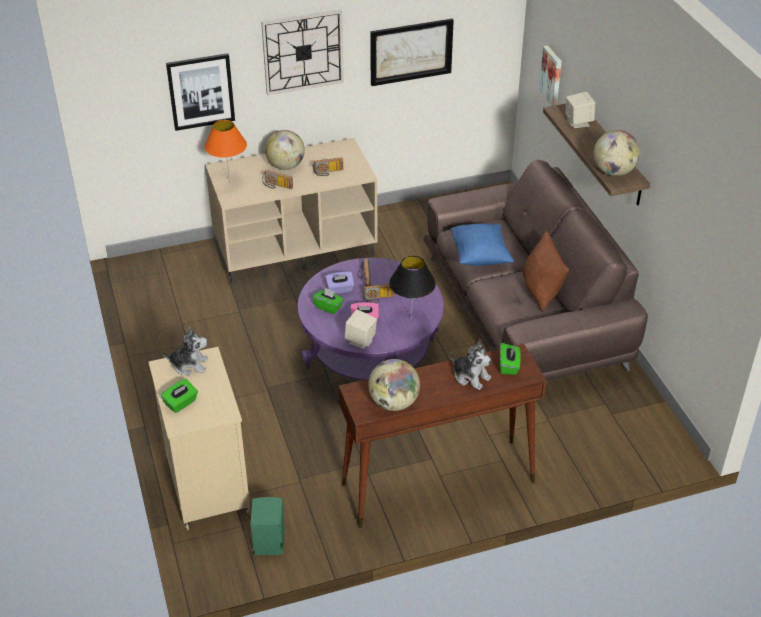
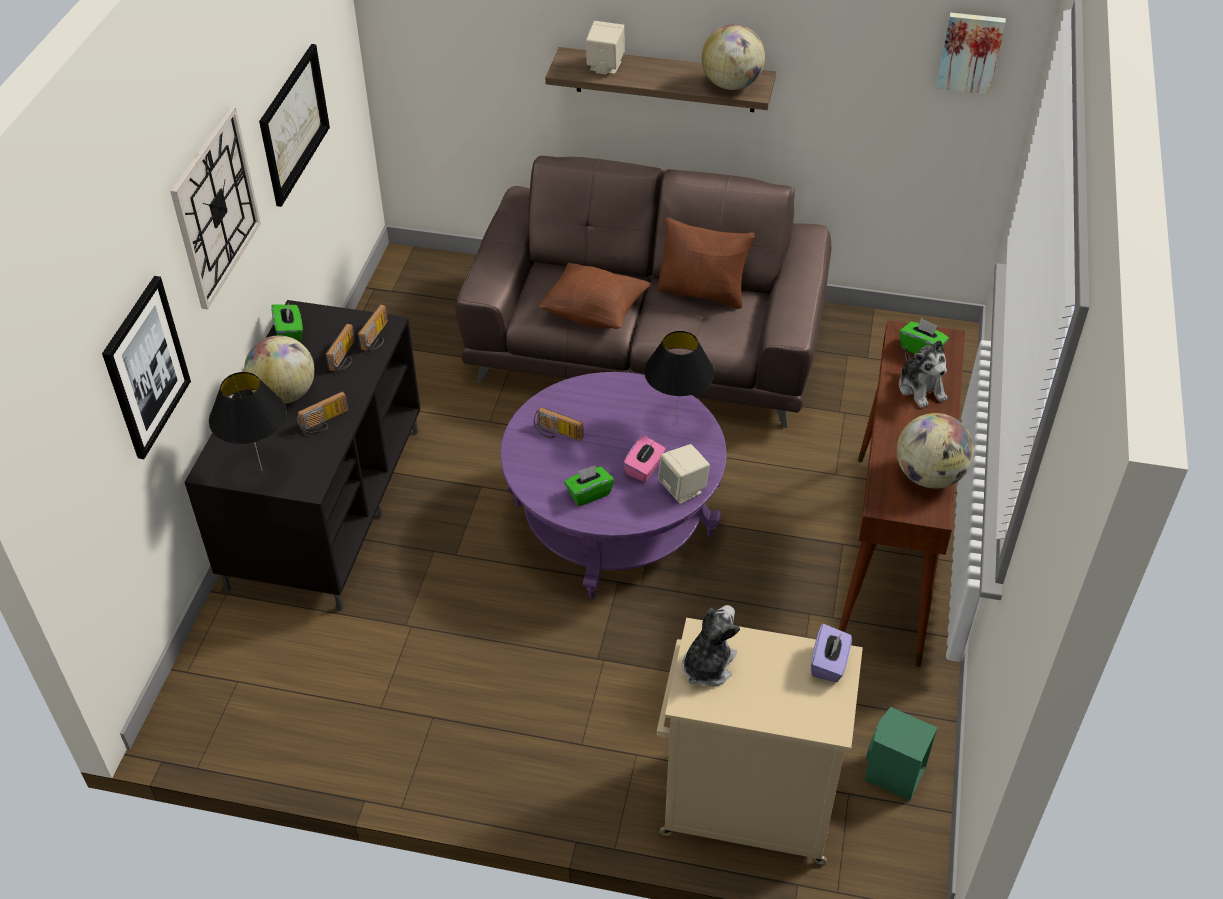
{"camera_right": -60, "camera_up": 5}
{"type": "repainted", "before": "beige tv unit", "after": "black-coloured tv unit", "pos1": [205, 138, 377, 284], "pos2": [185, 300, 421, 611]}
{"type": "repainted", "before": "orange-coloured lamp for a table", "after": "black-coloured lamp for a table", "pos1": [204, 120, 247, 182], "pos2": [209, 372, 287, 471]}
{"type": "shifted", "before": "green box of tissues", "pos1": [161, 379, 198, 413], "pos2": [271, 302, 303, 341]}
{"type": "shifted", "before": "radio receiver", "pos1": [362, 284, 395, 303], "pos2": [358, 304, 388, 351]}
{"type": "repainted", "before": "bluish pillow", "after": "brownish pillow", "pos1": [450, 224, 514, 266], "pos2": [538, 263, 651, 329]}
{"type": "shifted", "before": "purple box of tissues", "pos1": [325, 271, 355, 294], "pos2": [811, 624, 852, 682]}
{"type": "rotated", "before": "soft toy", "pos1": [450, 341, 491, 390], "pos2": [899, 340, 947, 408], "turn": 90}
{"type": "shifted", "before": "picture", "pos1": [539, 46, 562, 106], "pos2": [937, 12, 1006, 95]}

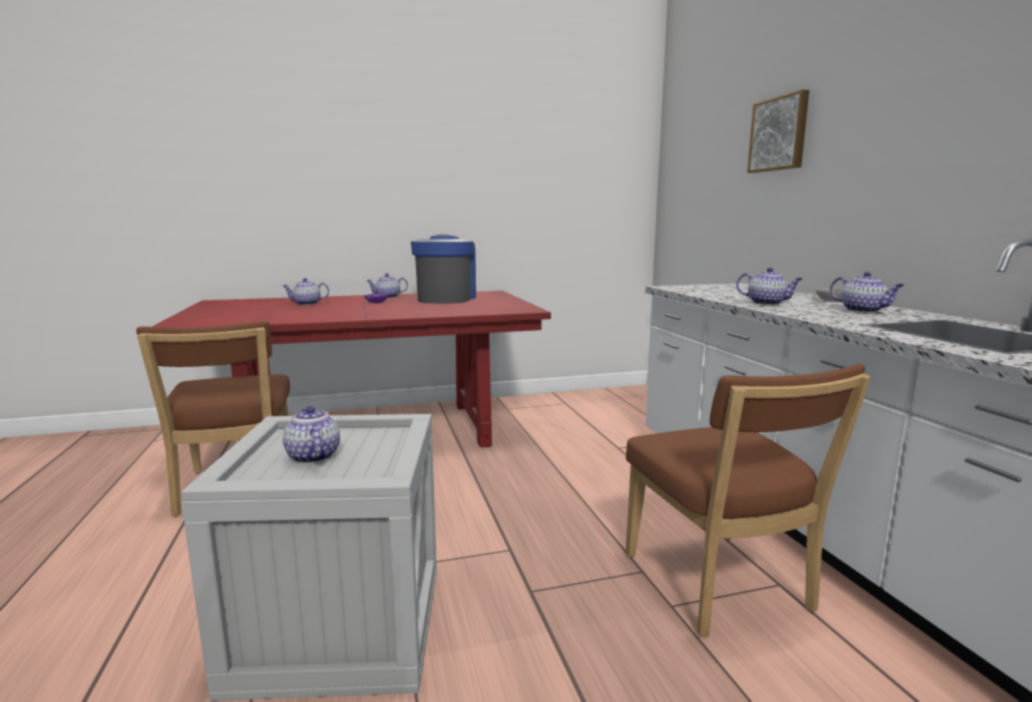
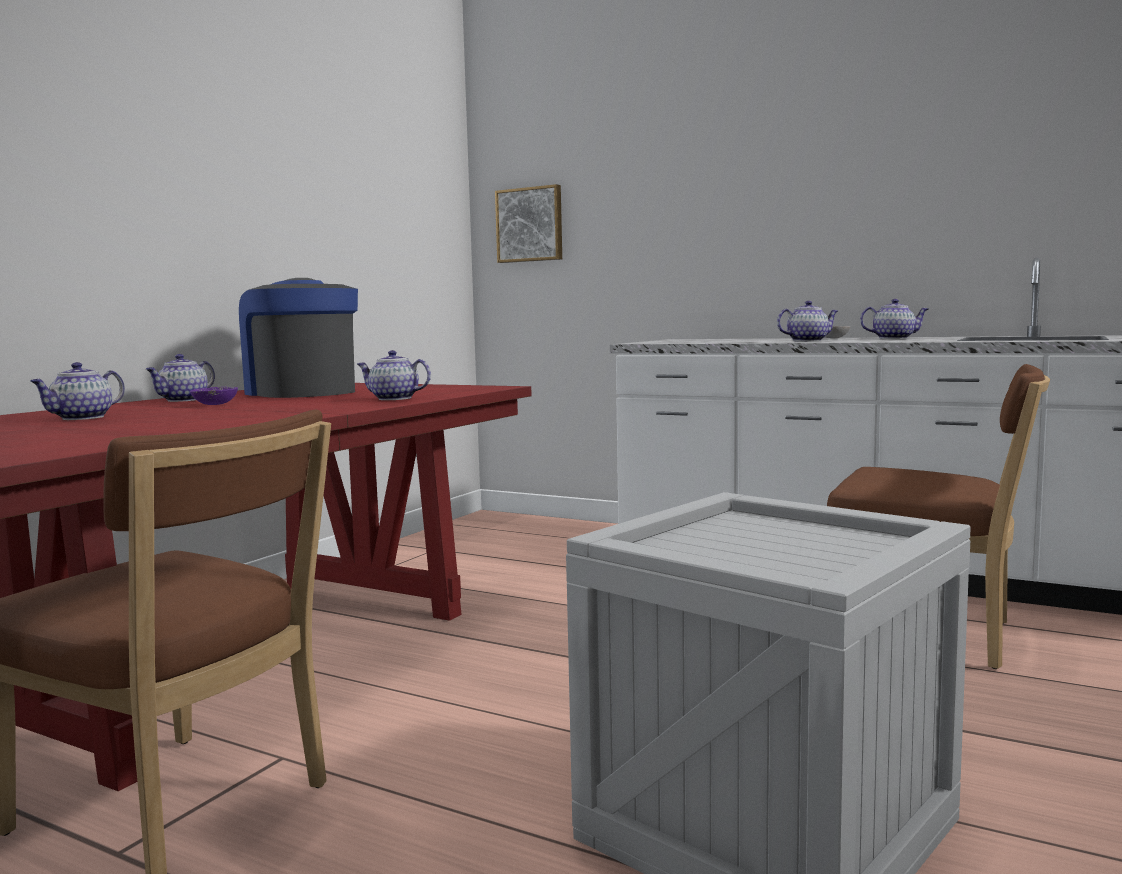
{"camera_right": -45, "camera_up": -5}
{"type": "shifted", "before": "tea pot", "pos1": [283, 406, 340, 464], "pos2": [357, 350, 431, 400]}
{"type": "shifted", "before": "picture", "pos1": [747, 90, 809, 173], "pos2": [495, 184, 562, 263]}

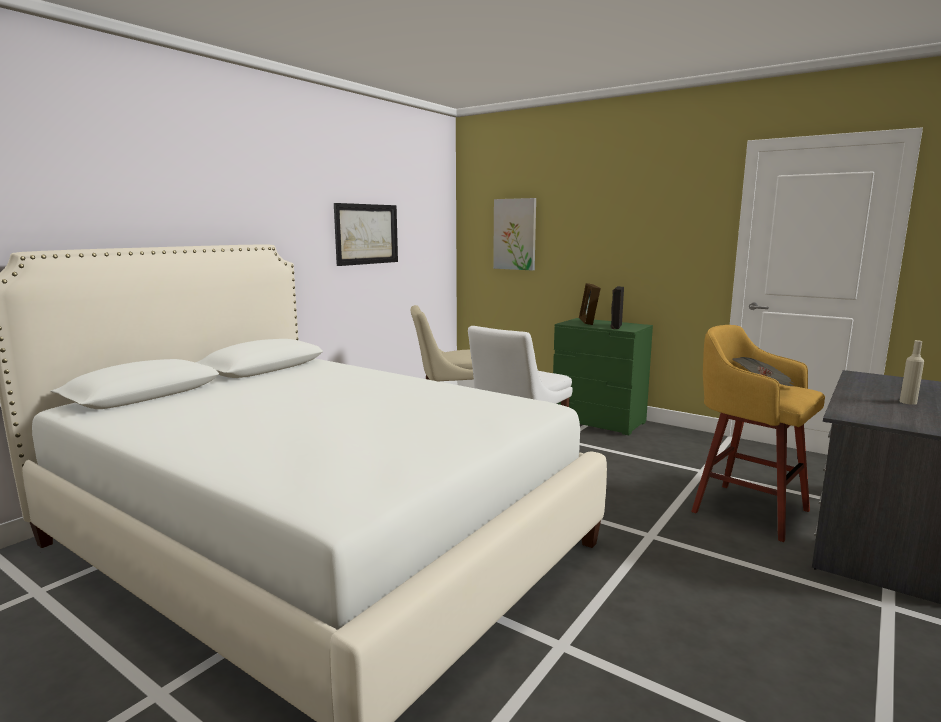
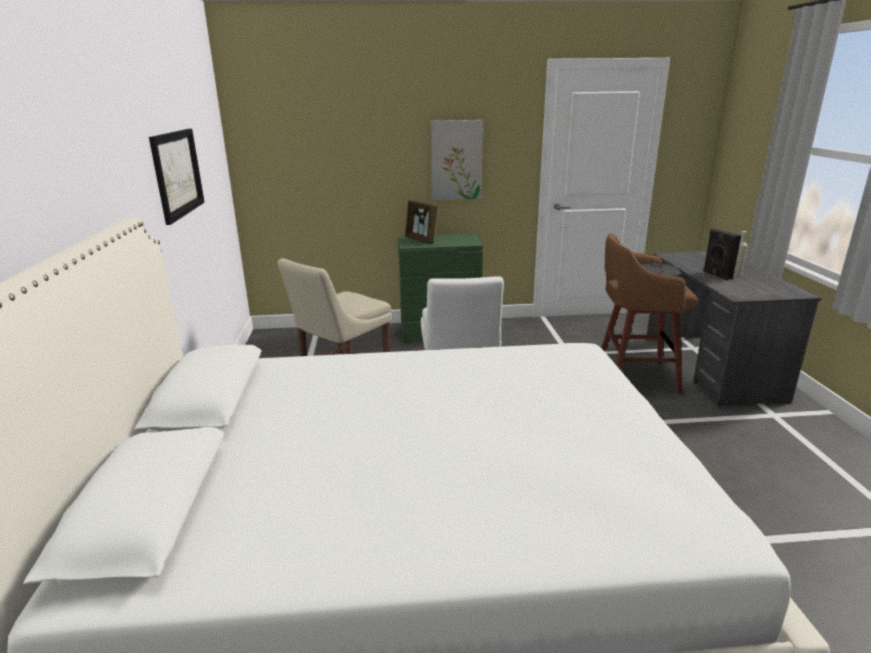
{"camera_right": -40, "camera_up": 10}
{"type": "shifted", "before": "picture", "pos1": [493, 198, 536, 271], "pos2": [430, 120, 483, 200]}
{"type": "repainted", "before": "yellow-coloured sitting stool", "after": "brownish sitting stool", "pos1": [691, 325, 825, 542], "pos2": [601, 233, 698, 394]}
{"type": "shifted", "before": "black-coloured audio speaker", "pos1": [611, 286, 624, 329], "pos2": [703, 229, 742, 280]}

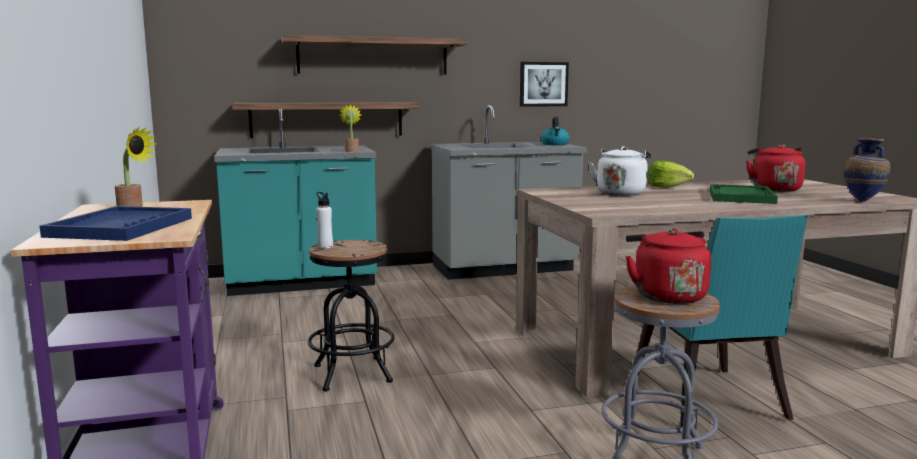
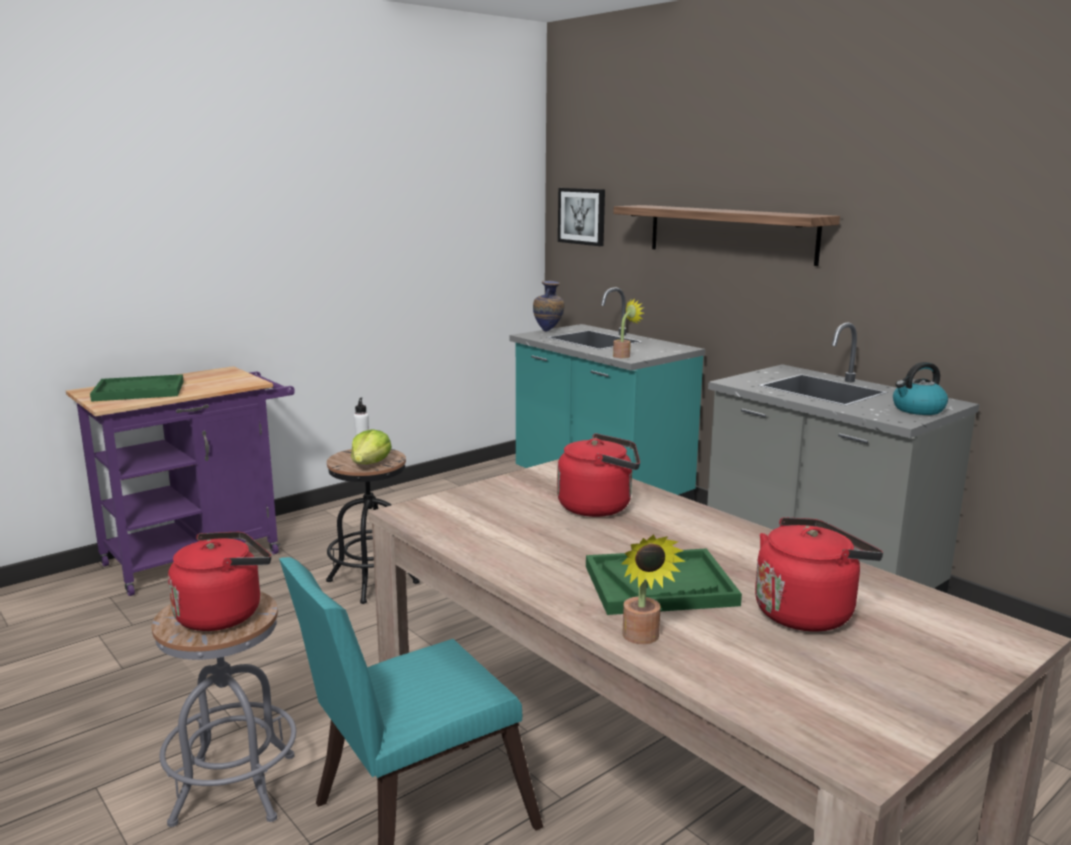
{"camera_right": 65, "camera_up": 5}
{"type": "repainted", "before": "bluish serving tray", "after": "green serving tray", "pos1": [40, 206, 192, 241], "pos2": [90, 374, 184, 402]}
{"type": "shifted", "before": "lettuce", "pos1": [647, 161, 694, 188], "pos2": [351, 429, 392, 464]}
{"type": "shifted", "before": "vase", "pos1": [844, 138, 891, 202], "pos2": [533, 281, 564, 331]}
{"type": "repainted", "before": "white kettle", "after": "red-coloured kettle", "pos1": [588, 146, 651, 196], "pos2": [557, 433, 640, 517]}
{"type": "shifted", "before": "picture", "pos1": [520, 62, 569, 107], "pos2": [558, 188, 605, 246]}
{"type": "shifted", "before": "plant in a pot", "pos1": [115, 126, 156, 207], "pos2": [621, 535, 686, 644]}
{"type": "gone", "before": "wall shelf", "pos1": [233, 102, 420, 138]}

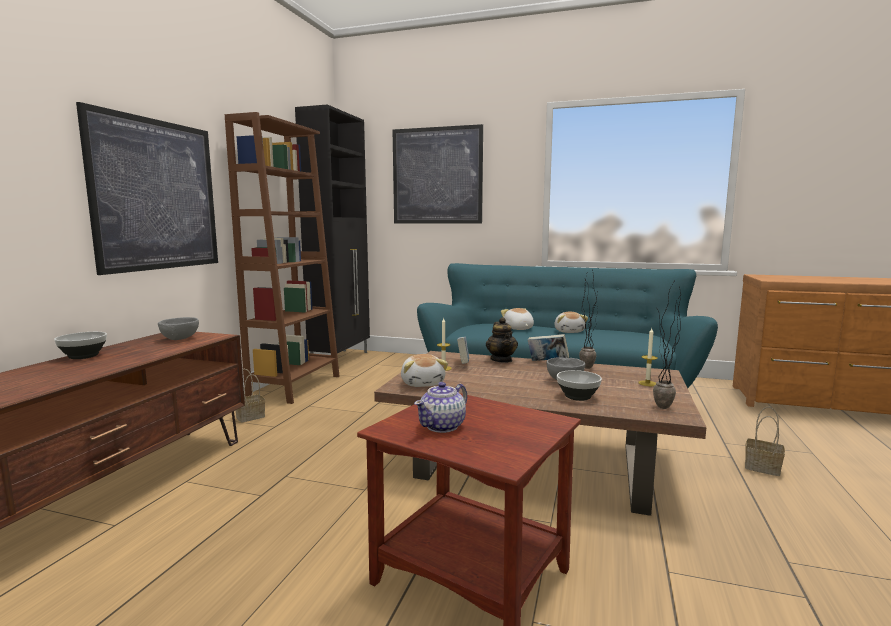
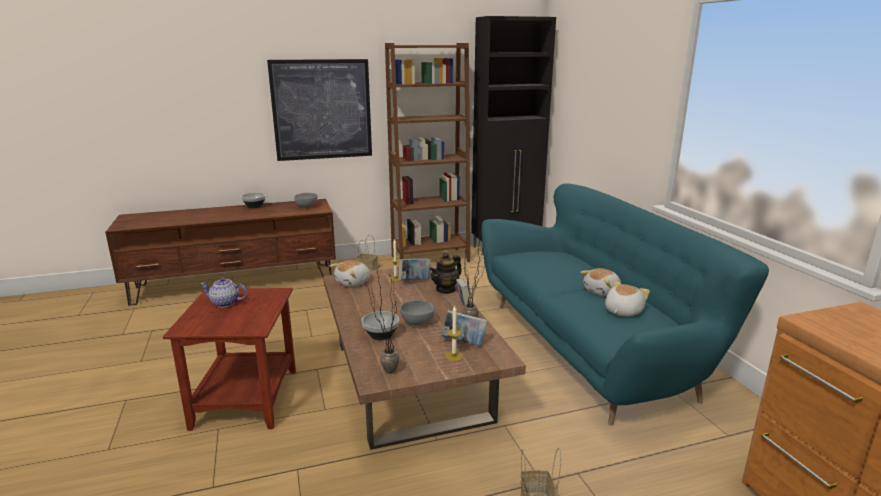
{"camera_right": 55, "camera_up": 10}
{"type": "new", "after": "bound book", "pos2": [442, 310, 487, 346]}
{"type": "shifted", "before": "soft toy", "pos1": [501, 308, 534, 330], "pos2": [605, 281, 650, 317]}
{"type": "gone", "before": "picture", "pos1": [393, 124, 483, 224]}

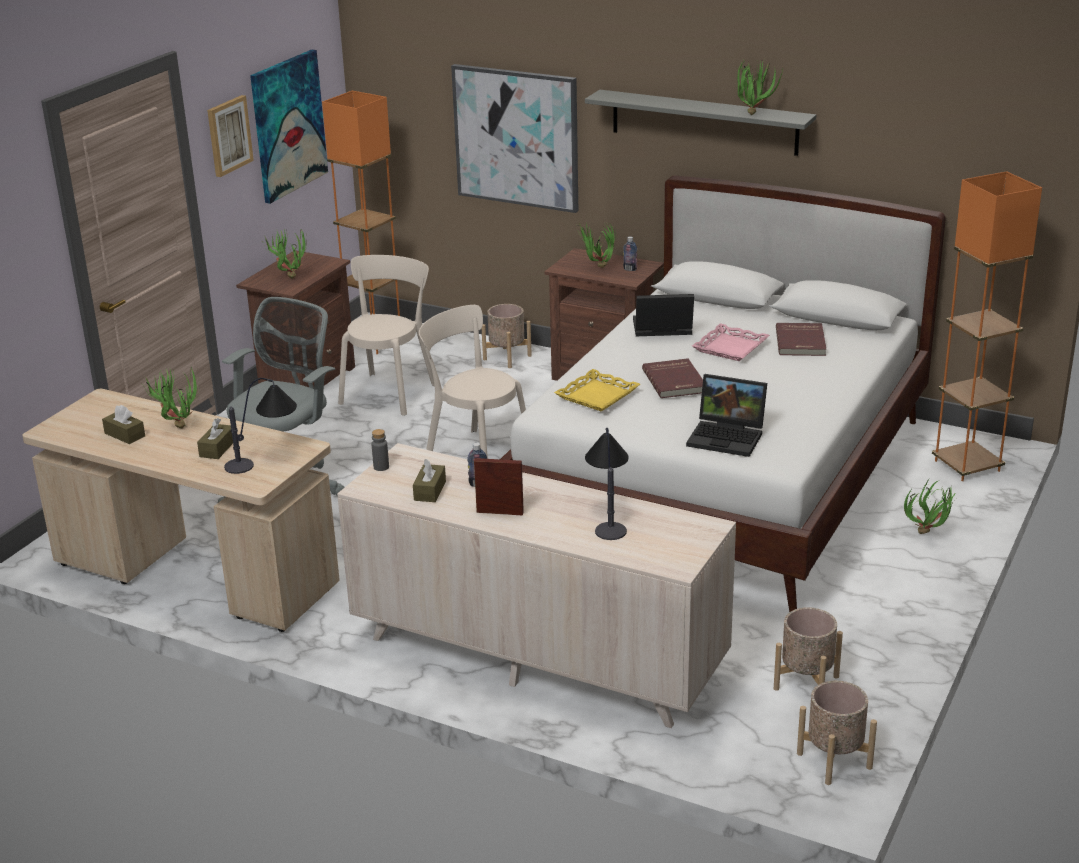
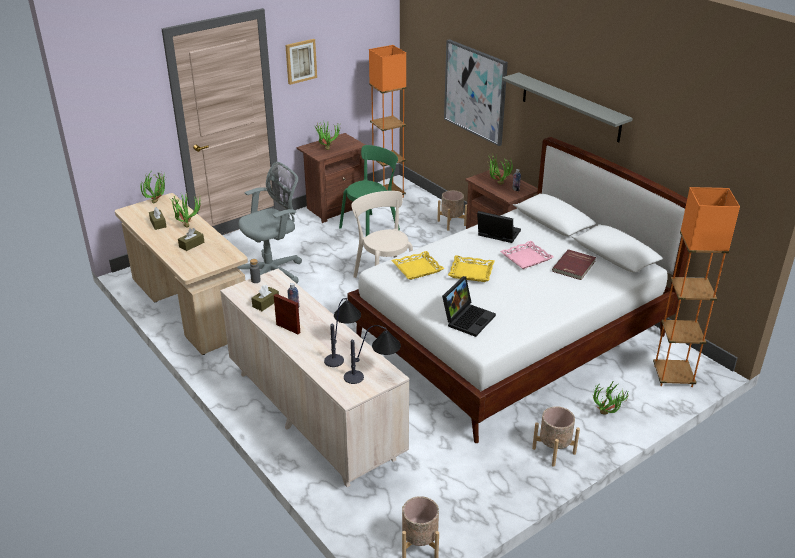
{"camera_right": 25, "camera_up": 5}
{"type": "shifted", "before": "plant in a pot", "pos1": [737, 60, 783, 115], "pos2": [141, 172, 165, 203]}
{"type": "repainted", "before": "beige upright chair", "after": "green upright chair", "pos1": [338, 255, 434, 416], "pos2": [339, 145, 400, 236]}
{"type": "shifted", "before": "lamp for a table", "pos1": [224, 378, 297, 474], "pos2": [344, 325, 401, 384]}
{"type": "rotated", "before": "portable computer", "pos1": [686, 374, 767, 457], "pos2": [442, 276, 496, 337], "turn": -105}
{"type": "swapped", "before": "red-coloured bound book", "after": "yellow-coloured serving tray", "pos1": [642, 358, 703, 398], "pos2": [448, 255, 495, 282]}
{"type": "shifted", "before": "beige flower pot", "pos1": [774, 607, 843, 691], "pos2": [532, 406, 580, 467]}
{"type": "gone", "before": "picture", "pos1": [250, 49, 328, 204]}

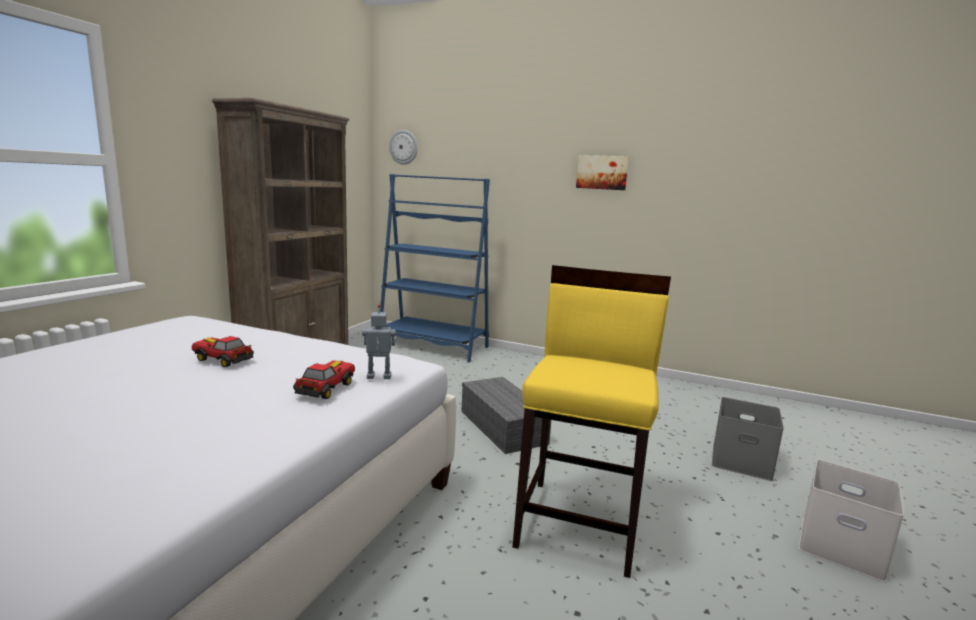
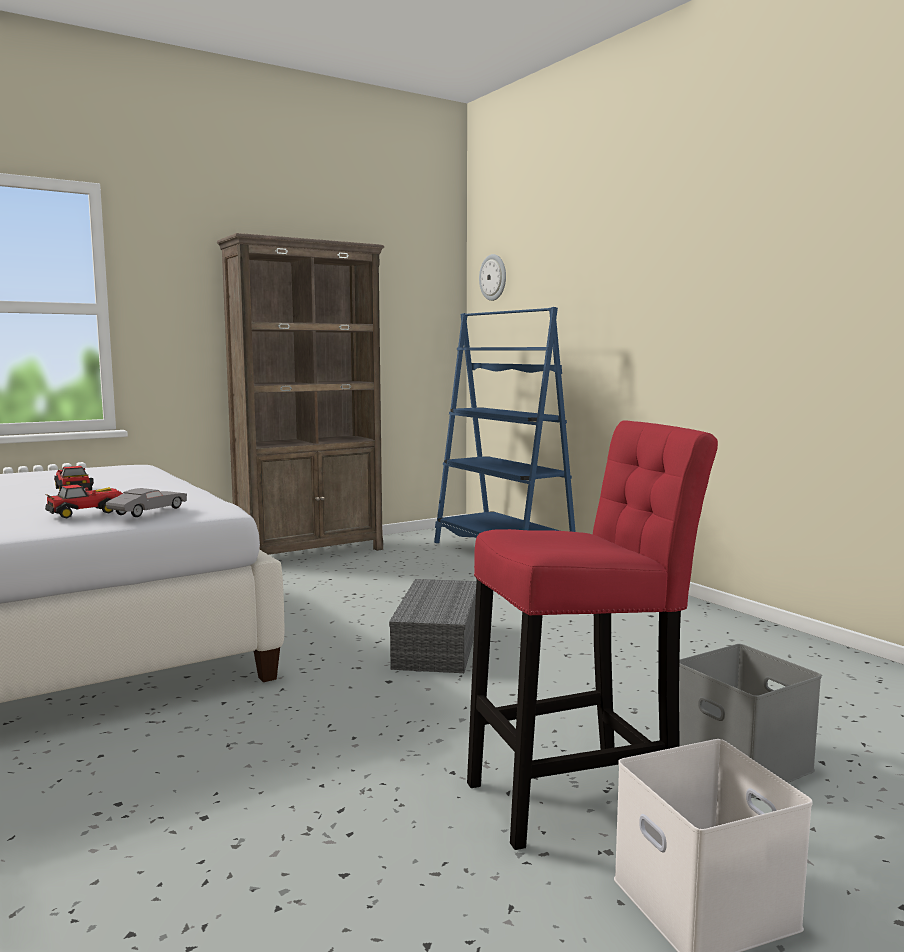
{"camera_right": 35, "camera_up": -5}
{"type": "swapped", "before": "model robot", "after": "greyish miniature car", "pos1": [362, 305, 396, 379], "pos2": [106, 488, 187, 517]}
{"type": "new", "after": "red-coloured sitting stool", "pos2": [467, 420, 718, 850]}
{"type": "gone", "before": "yellow-coloured sitting stool", "pos1": [513, 265, 671, 578]}
{"type": "gone", "before": "picture", "pos1": [576, 155, 629, 190]}

